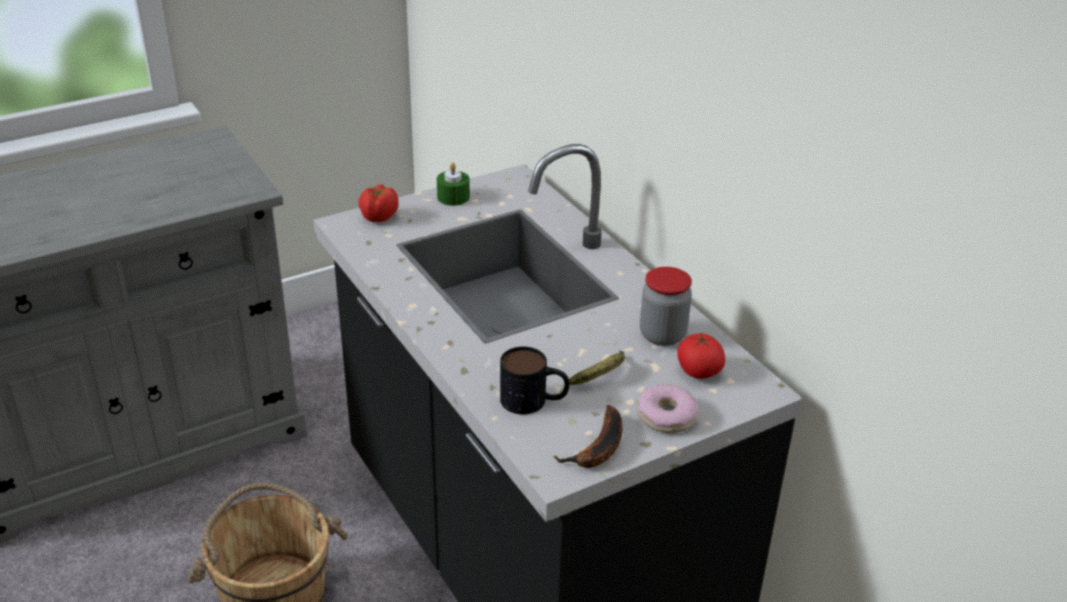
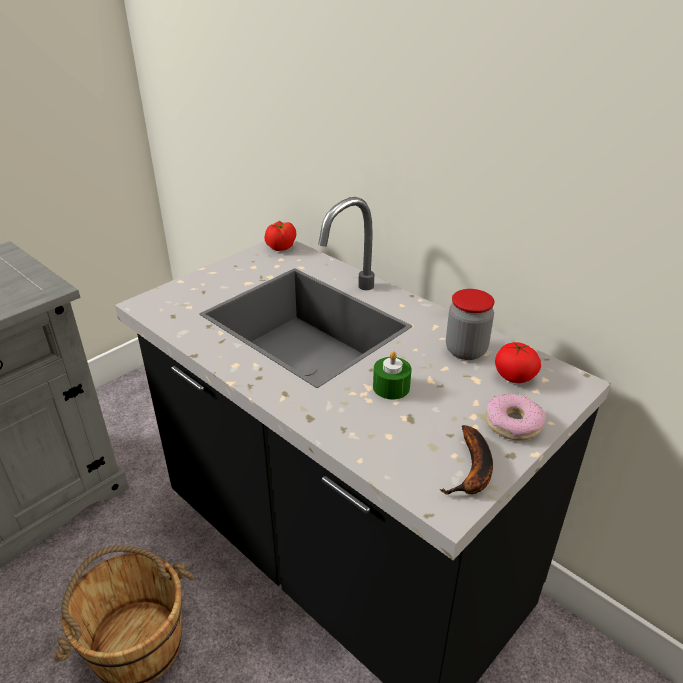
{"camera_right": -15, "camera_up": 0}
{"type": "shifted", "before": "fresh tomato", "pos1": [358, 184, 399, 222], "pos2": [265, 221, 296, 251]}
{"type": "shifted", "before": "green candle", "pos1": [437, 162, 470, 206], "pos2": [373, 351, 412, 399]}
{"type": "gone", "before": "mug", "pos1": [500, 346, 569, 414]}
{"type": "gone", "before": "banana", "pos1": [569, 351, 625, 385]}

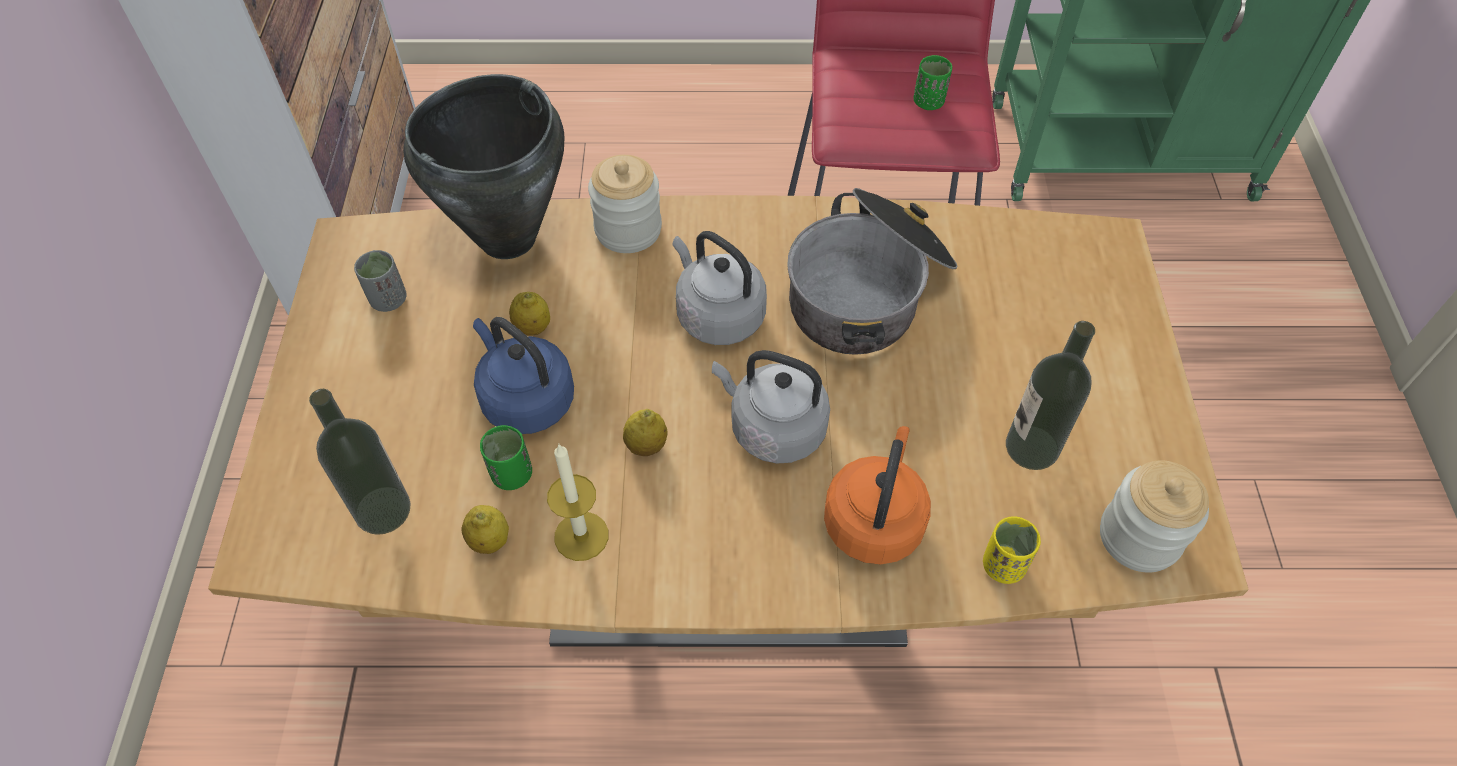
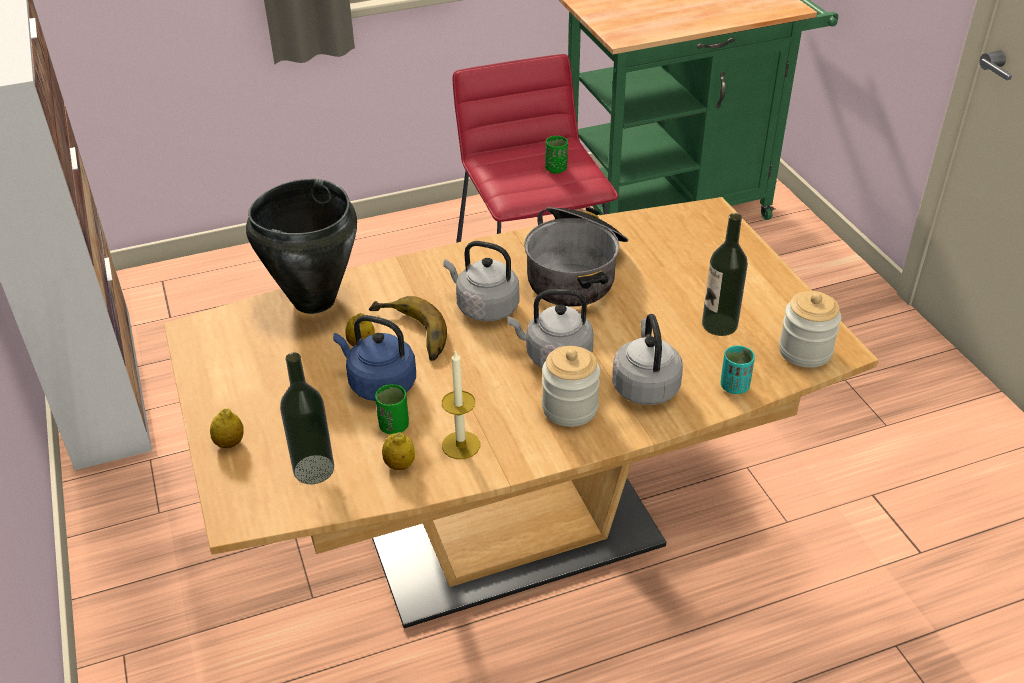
{"camera_right": -20, "camera_up": -15}
{"type": "shifted", "before": "whole lemon", "pos1": [623, 409, 668, 456], "pos2": [210, 408, 244, 448]}
{"type": "new", "after": "banana", "pos2": [369, 296, 447, 361]}
{"type": "shifted", "before": "jar", "pos1": [588, 155, 662, 253], "pos2": [542, 346, 600, 427]}
{"type": "repainted", "before": "orange-coloured kettle", "after": "greyish kettle", "pos1": [824, 426, 931, 564], "pos2": [612, 314, 683, 405]}
{"type": "repainted", "before": "yellow-coloured drinking cup", "after": "blue-green drinking cup", "pos1": [983, 516, 1041, 584], "pos2": [721, 345, 755, 394]}
{"type": "gone", "before": "greyish drinking cup", "pos1": [354, 250, 406, 312]}

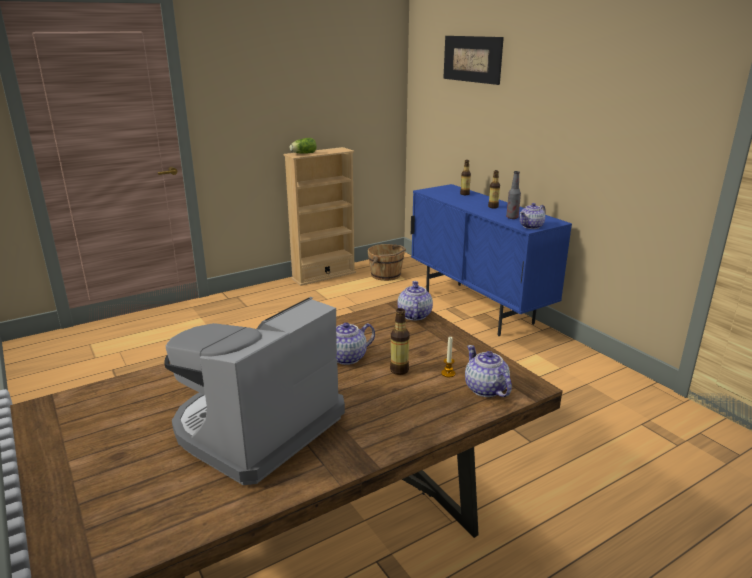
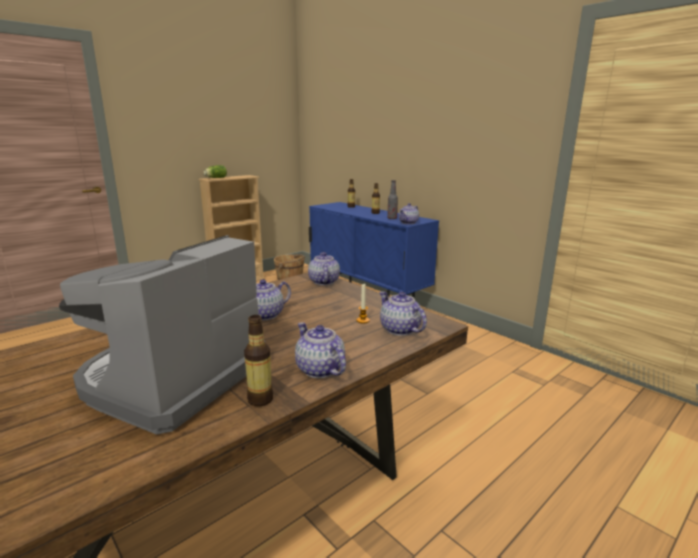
{"camera_right": -10, "camera_up": -5}
{"type": "shifted", "before": "bottle", "pos1": [390, 308, 410, 375], "pos2": [244, 315, 273, 406]}
{"type": "new", "after": "tea pot", "pos2": [295, 323, 346, 378]}
{"type": "gone", "before": "picture", "pos1": [443, 36, 504, 85]}

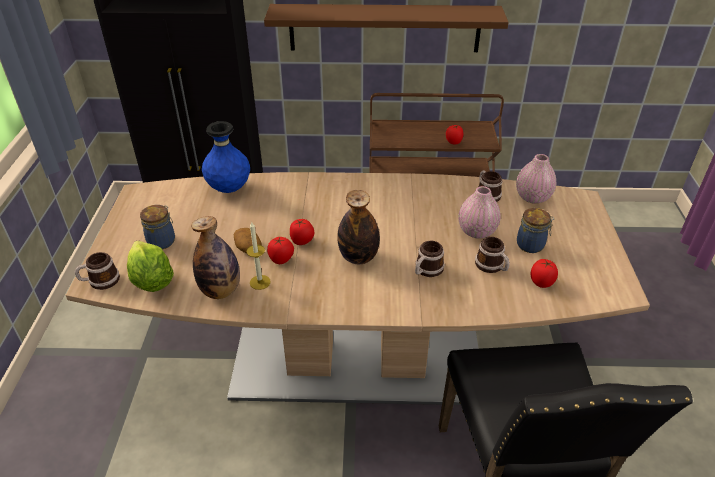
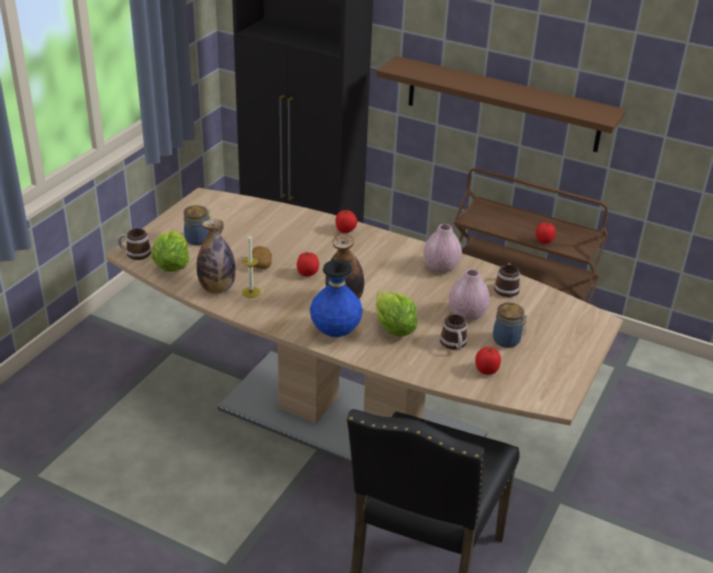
{"camera_right": 25, "camera_up": -5}
{"type": "shifted", "before": "bluish vase", "pos1": [202, 121, 250, 193], "pos2": [310, 260, 363, 337]}
{"type": "shifted", "before": "fresh tomato", "pos1": [267, 237, 294, 264], "pos2": [335, 210, 357, 233]}
{"type": "swapped", "before": "mug", "after": "lettuce", "pos1": [415, 241, 445, 277], "pos2": [376, 290, 417, 337]}
{"type": "shifted", "before": "pink-coloured vase", "pos1": [516, 154, 556, 204], "pos2": [424, 224, 462, 273]}

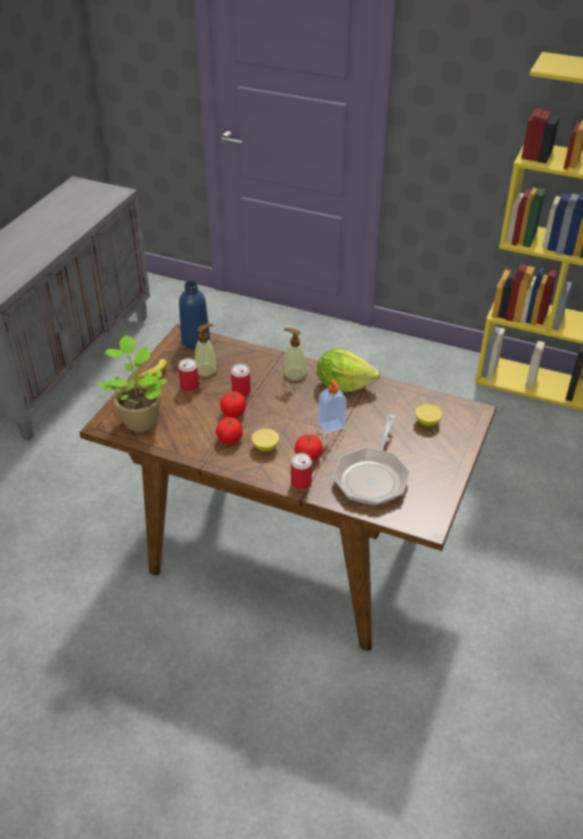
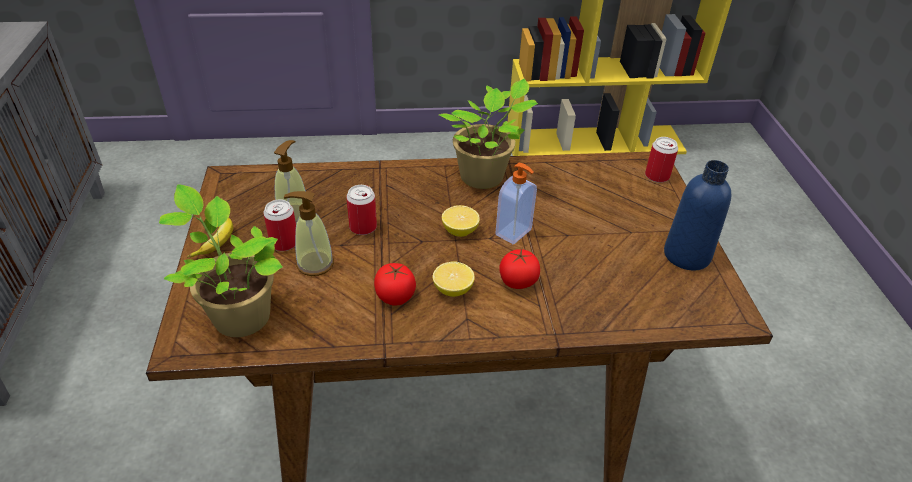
{"camera_right": -30, "camera_up": 0}
{"type": "shifted", "before": "soap bottle", "pos1": [283, 328, 307, 383], "pos2": [283, 191, 334, 276]}
{"type": "swapped", "before": "lettuce", "after": "plant in a pot", "pos1": [317, 349, 380, 392], "pos2": [439, 79, 538, 189]}
{"type": "shifted", "before": "whole lemon", "pos1": [415, 404, 442, 426], "pos2": [442, 205, 480, 237]}
{"type": "shifted", "before": "metal can", "pos1": [291, 453, 312, 490], "pos2": [645, 137, 678, 183]}
{"type": "shifted", "before": "bluish bottle", "pos1": [179, 281, 210, 349], "pos2": [664, 160, 731, 270]}
{"type": "gone", "before": "fresh tomato", "pos1": [220, 391, 246, 417]}
{"type": "gone", "before": "pan", "pos1": [333, 414, 410, 506]}

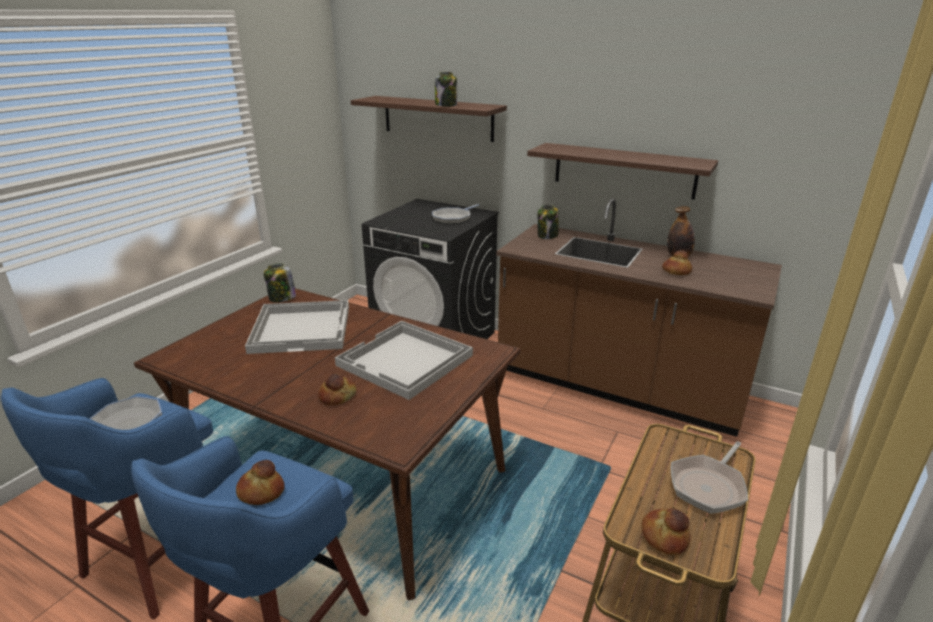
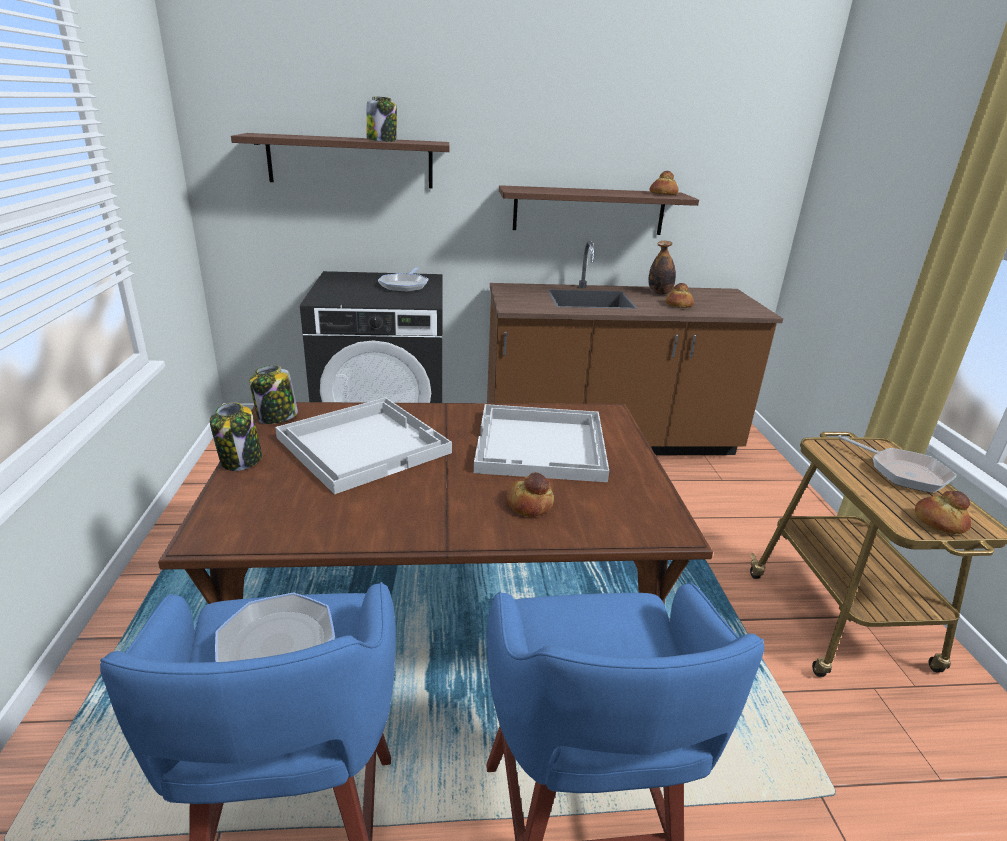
{"camera_right": -35, "camera_up": 0}
{"type": "shifted", "before": "jar", "pos1": [537, 204, 559, 239], "pos2": [210, 402, 262, 471]}
{"type": "shifted", "before": "baked bread", "pos1": [236, 460, 285, 505], "pos2": [649, 171, 678, 195]}
{"type": "rotated", "before": "pan", "pos1": [671, 441, 748, 514], "pos2": [838, 435, 957, 493], "turn": -45}

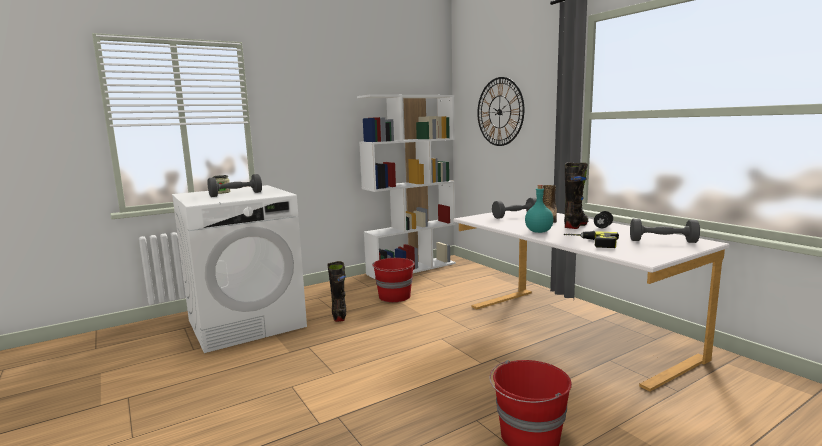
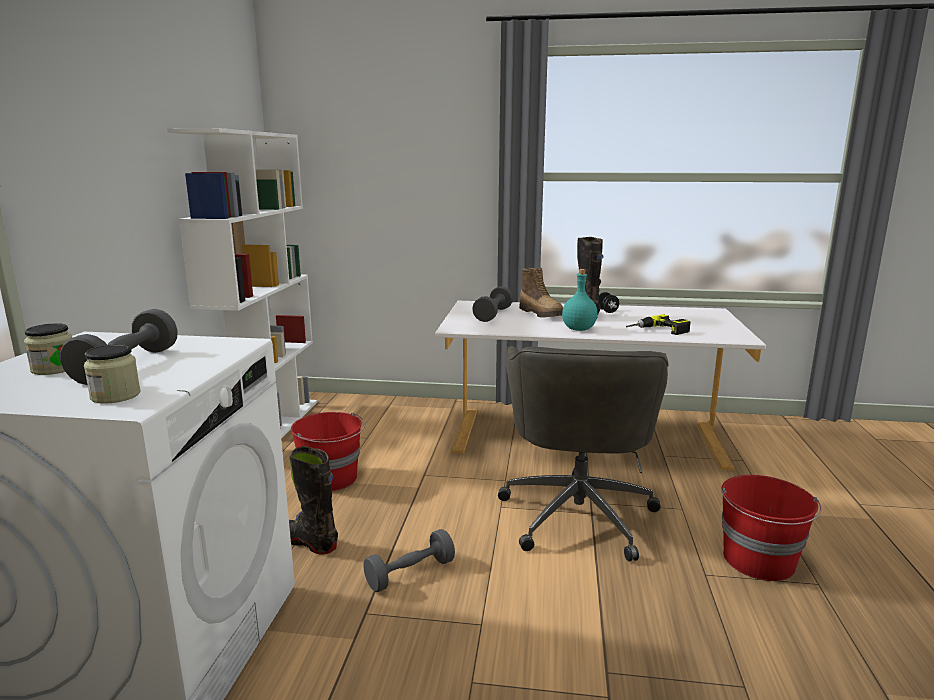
{"camera_right": -50, "camera_up": 5}
{"type": "new", "after": "jar", "pos2": [84, 344, 141, 404]}
{"type": "shifted", "before": "greyish dumbbell", "pos1": [630, 219, 700, 243], "pos2": [363, 529, 455, 592]}
{"type": "new", "after": "greyish desk chair", "pos2": [498, 346, 669, 561]}
{"type": "gone", "before": "hanging clock", "pos1": [477, 77, 524, 146]}

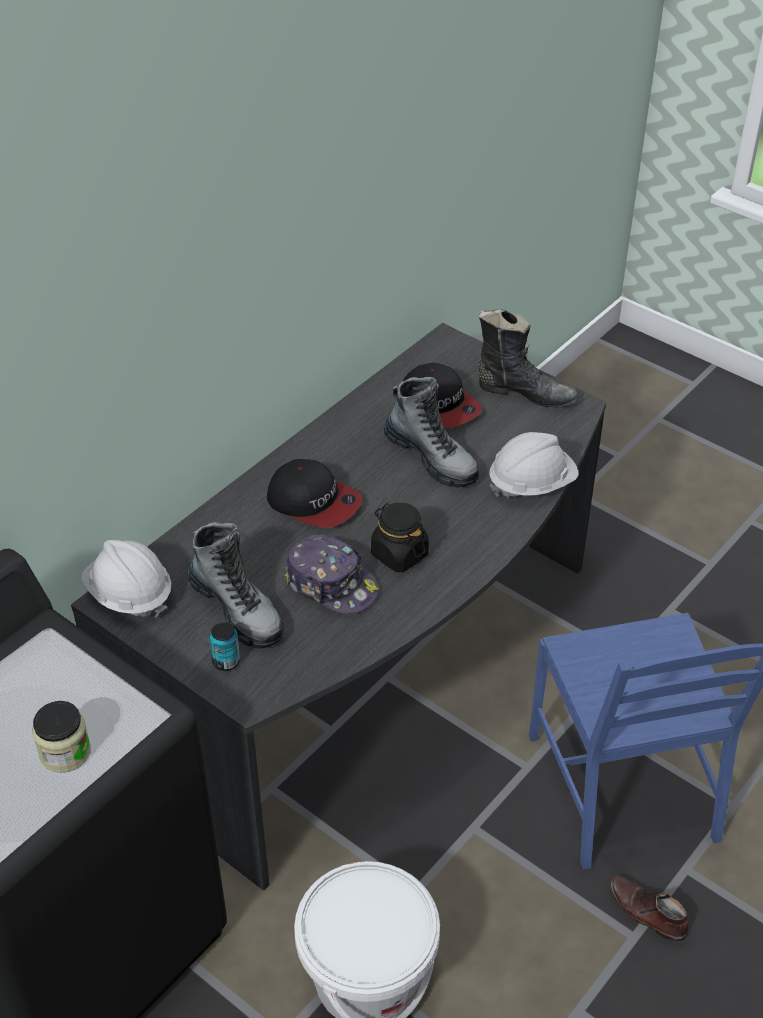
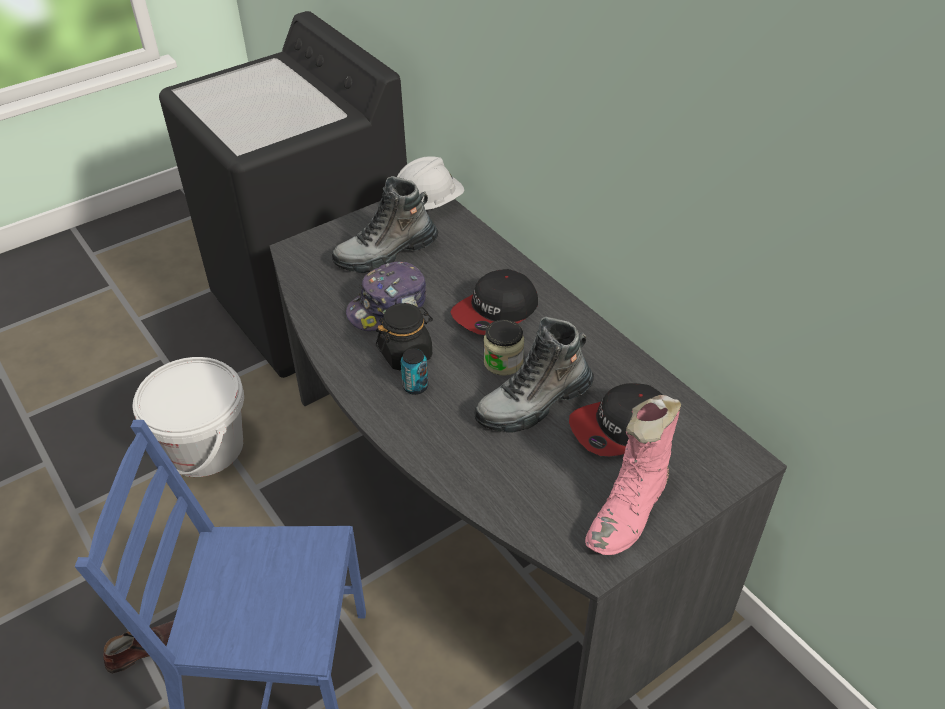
{"camera_right": 105, "camera_up": 0}
{"type": "shifted", "before": "metal can", "pos1": [209, 622, 240, 671], "pos2": [401, 348, 428, 395]}
{"type": "shifted", "before": "jar", "pos1": [32, 701, 91, 773], "pos2": [484, 320, 524, 376]}
{"type": "repainted", "before": "black-coloured tall boot", "after": "pink-coloured tall boot", "pos1": [478, 309, 579, 408], "pos2": [585, 395, 681, 555]}
{"type": "gone", "before": "white safety helmet", "pos1": [489, 432, 578, 498]}

